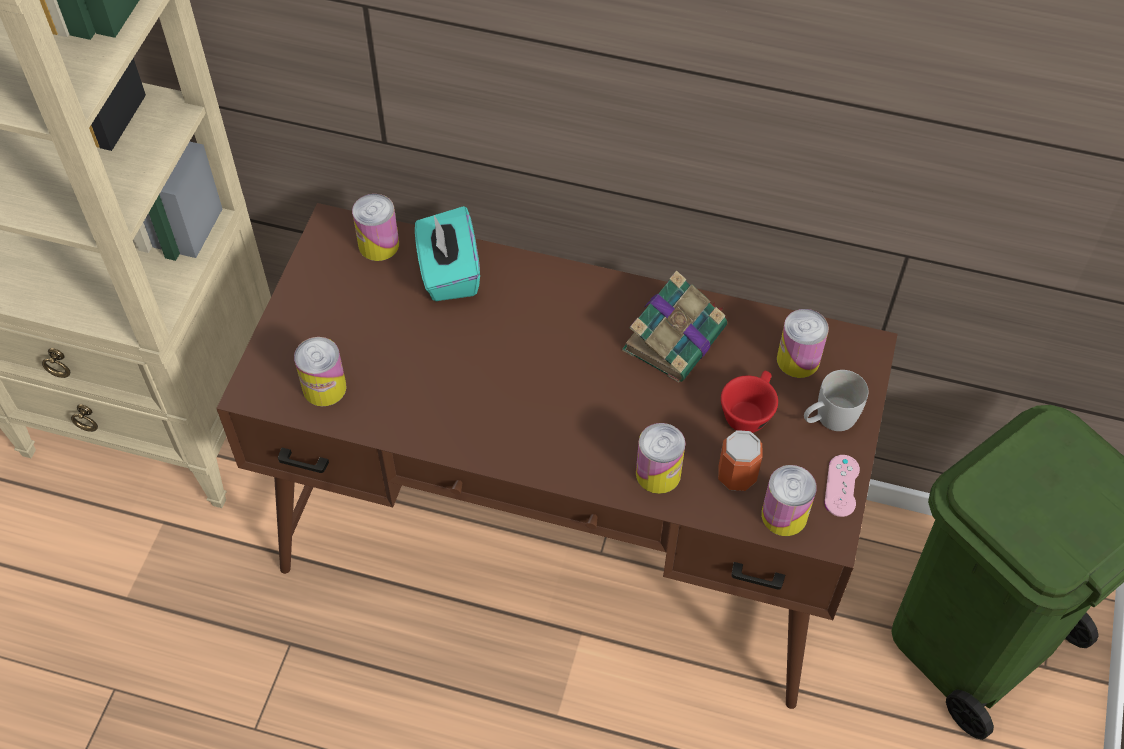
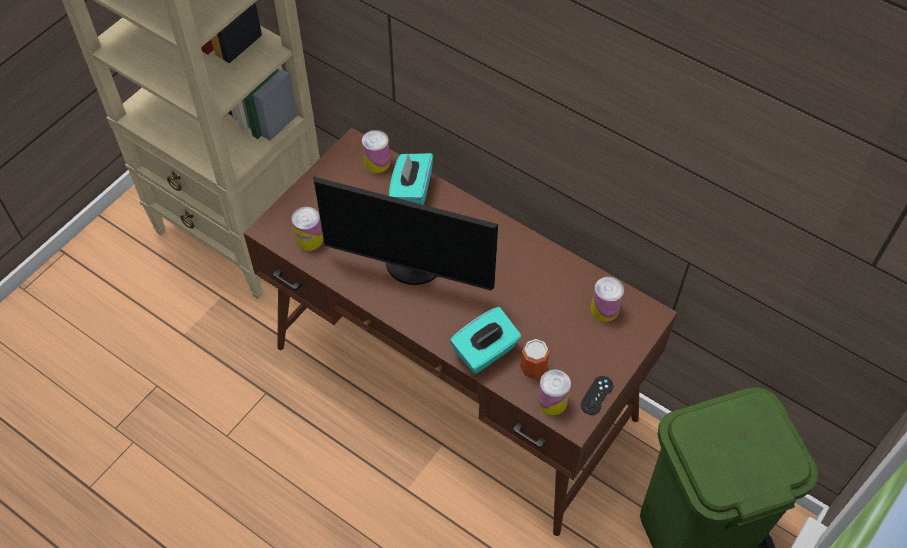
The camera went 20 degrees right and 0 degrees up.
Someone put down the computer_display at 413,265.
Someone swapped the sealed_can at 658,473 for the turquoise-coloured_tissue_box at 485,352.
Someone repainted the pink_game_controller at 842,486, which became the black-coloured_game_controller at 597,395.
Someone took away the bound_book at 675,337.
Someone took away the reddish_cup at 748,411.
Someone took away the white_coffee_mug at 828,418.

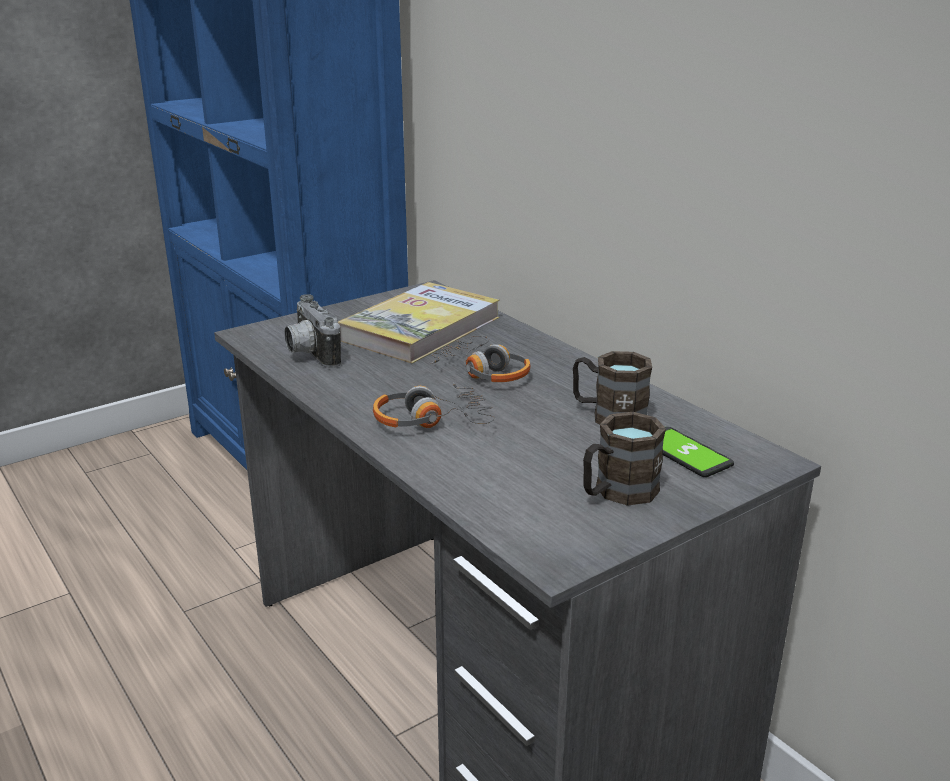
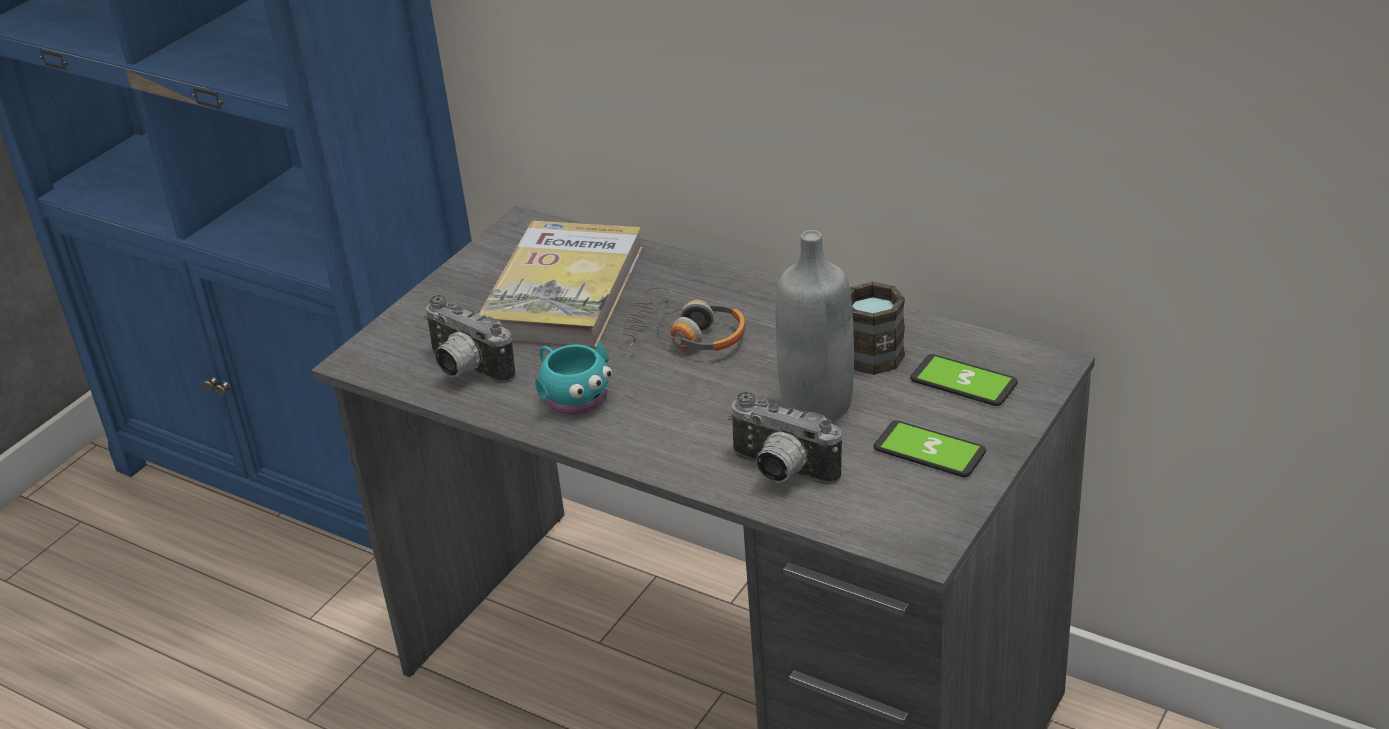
The camera went 20 degrees left and 10 degrees up.
Someone put down the turquoise-coloured_coffee_mug at 573,396.
Someone put down the photo_camera at 780,473.
Someone put down the greyish_drink_bottle at 817,406.
Someone swapped the brown-coloured_coffee_mug at 617,493 for the telephone at 929,451.
Someone took away the headset at 431,420.

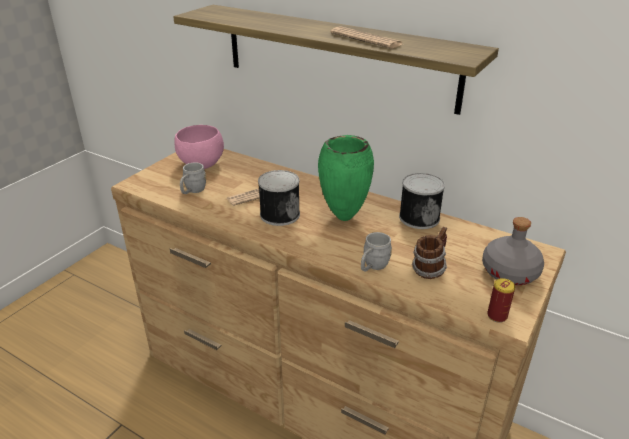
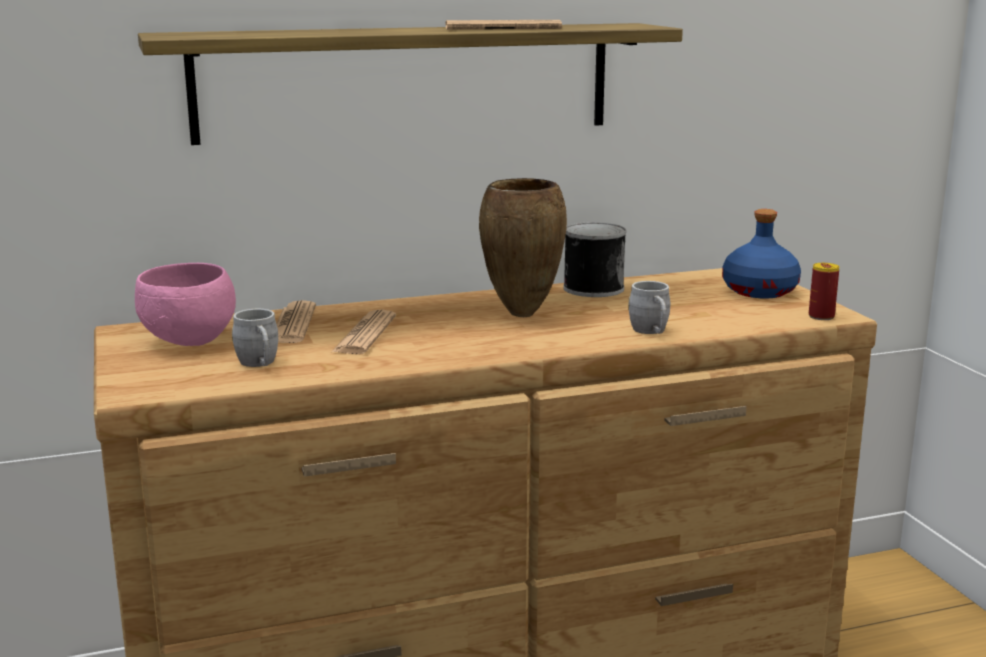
The camera went 50 degrees left and 15 degrees down.
Someone put down the newspaper at 293,324.
Someone repainted the green-coloured_decorative_vase at 343,217, which became the brown-coloured_decorative_vase at 520,314.
Someone repainted the greyish_drink_bottle at 510,273, which became the blue-coloured_drink_bottle at 760,291.
Someone took away the sealed_can at 279,214.
Someone took away the coffee_mug at 429,269.

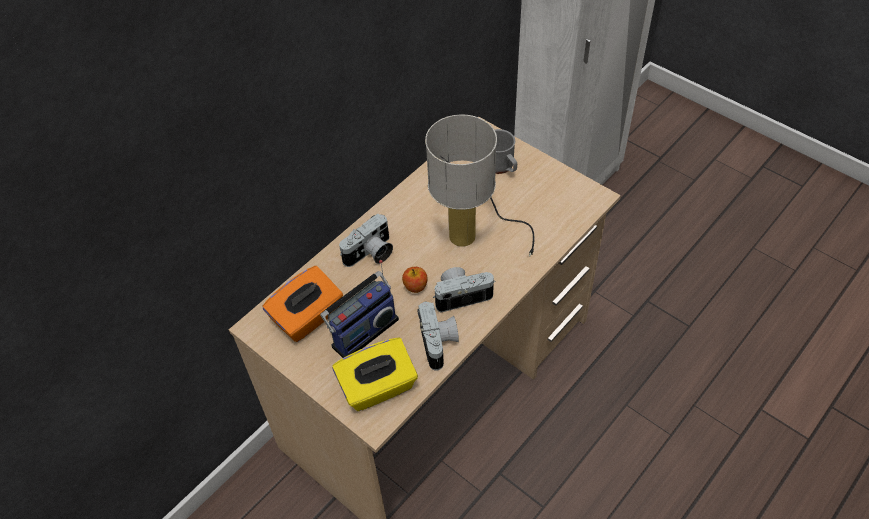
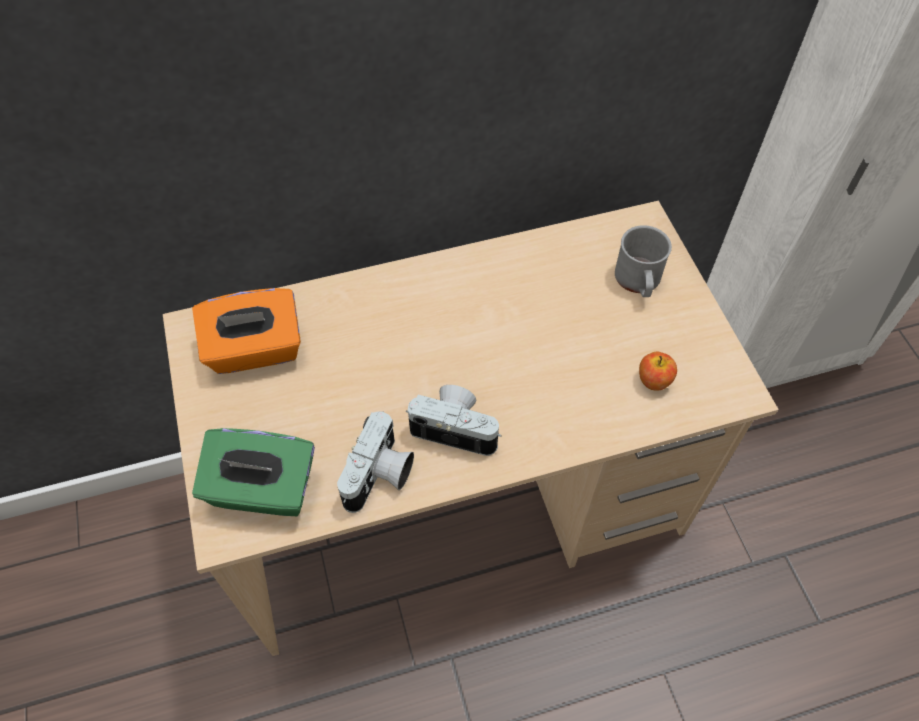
The camera went 30 degrees right and 5 degrees up.
Someone repainted the yellow-coloured_tissue_box at 378,388, which became the green-coloured_tissue_box at 262,490.
Someone carried the apple from 415,286 to 654,380.
Someone took away the radio_receiver at 362,331.
Someone took away the photo_camera at 371,254.
Someone took away the table_lamp at 470,223.

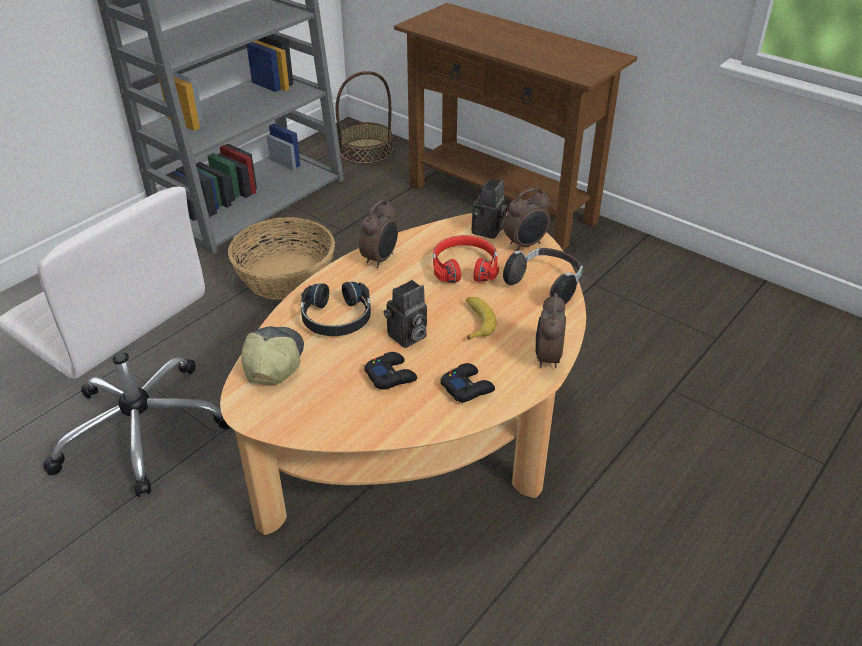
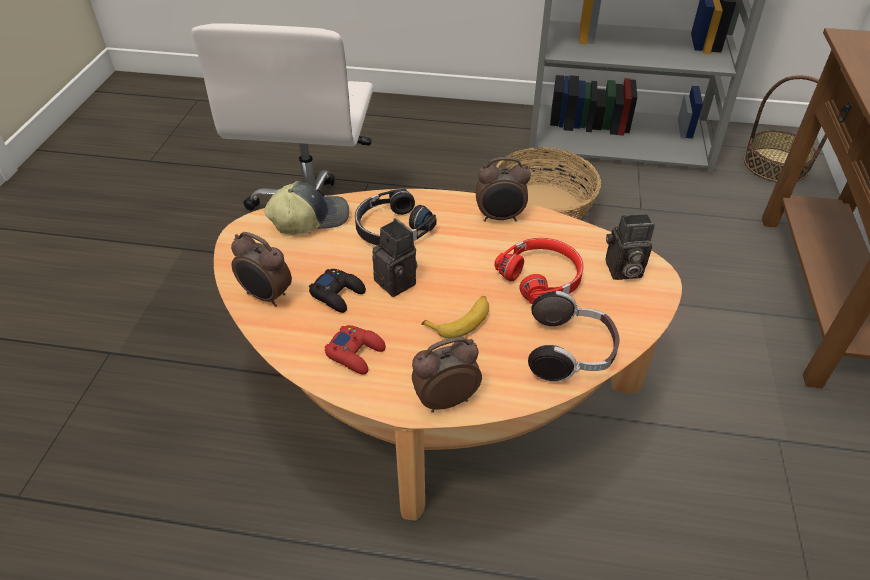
The camera went 60 degrees right and 5 degrees up.
Someone carried the bedside_clock from 526,245 to 266,296.
Someone repainted the black-coloured_game_controller at 467,387, which became the reddish_game_controller at 356,353.
Someone rotated the photo_camera at 407,337 by 150 degrees counterclockwise.

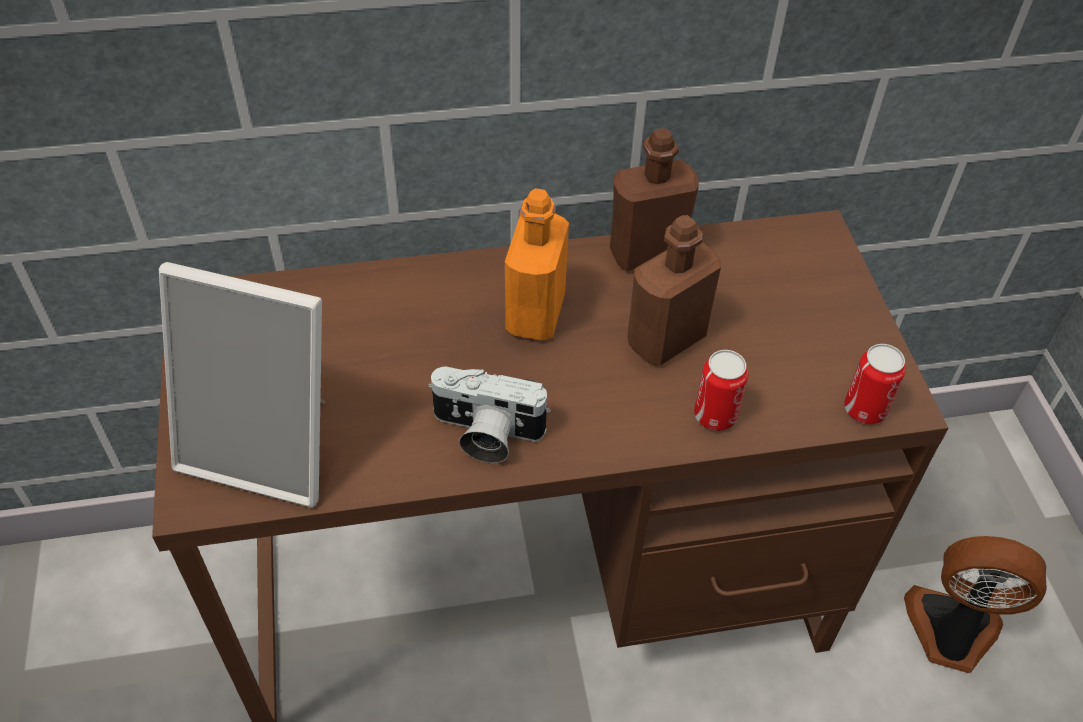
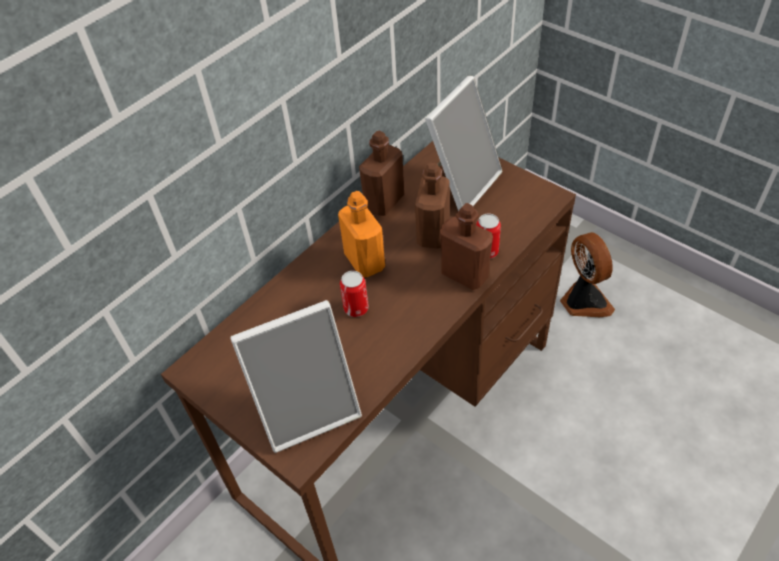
The camera went 35 degrees left and 0 degrees up.
Someone carried the sealed_can from 865,409 to 356,308.
Someone put down the standing_frame at 460,184.
Someone put down the brown-coloured_drink_bottle at 464,274.
Someone rotated the electric_fan at 951,632 by 90 degrees clockwise.
Someone took away the photo_camera at 485,434.

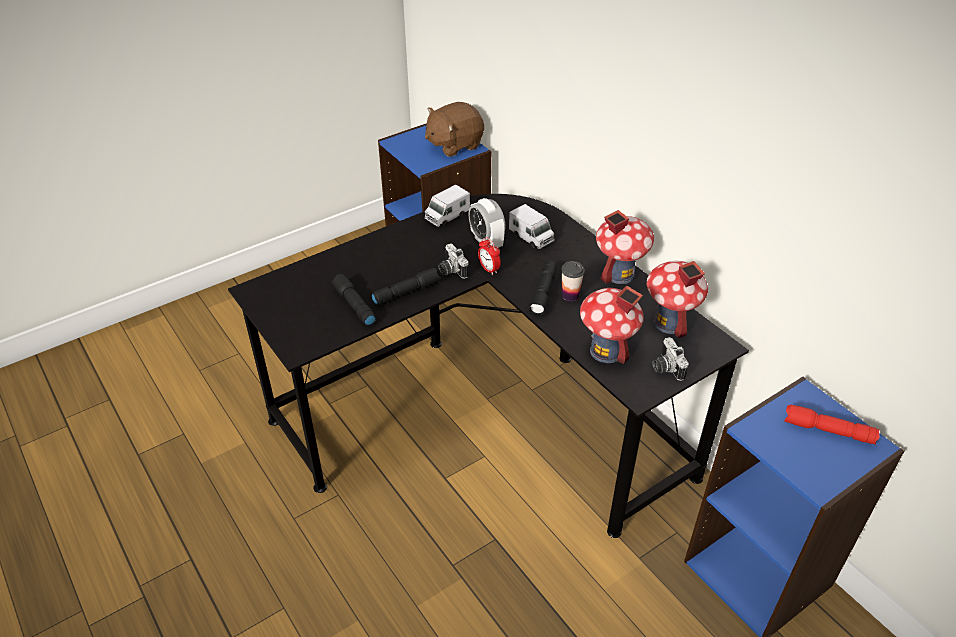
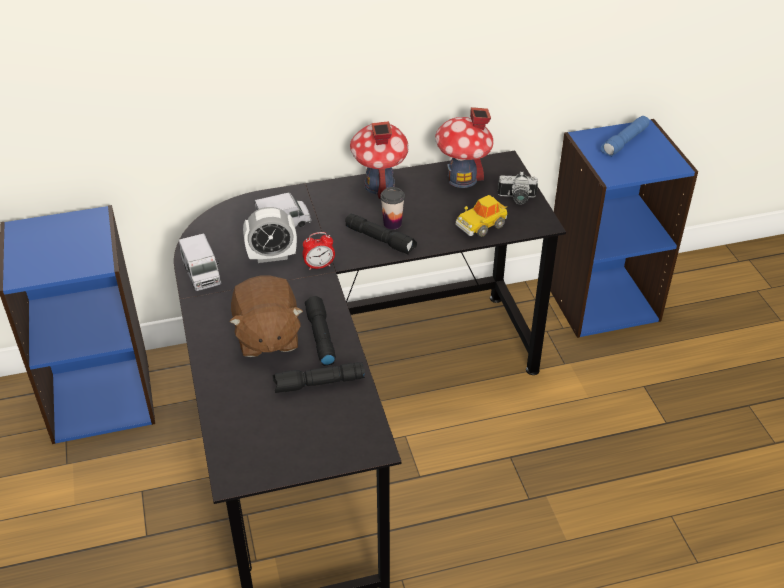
The camera went 70 degrees left and 0 degrees up.
Someone carried the brown-coloured_plush_toy from 454,145 to 267,336.
Someone swapped the model_house at 606,351 for the model_car at 481,225.
Someone repainted the reddish_hand_torch at 827,431, which became the blue-coloured_hand_torch at 625,142.
Someone took away the photo_camera at 450,270.

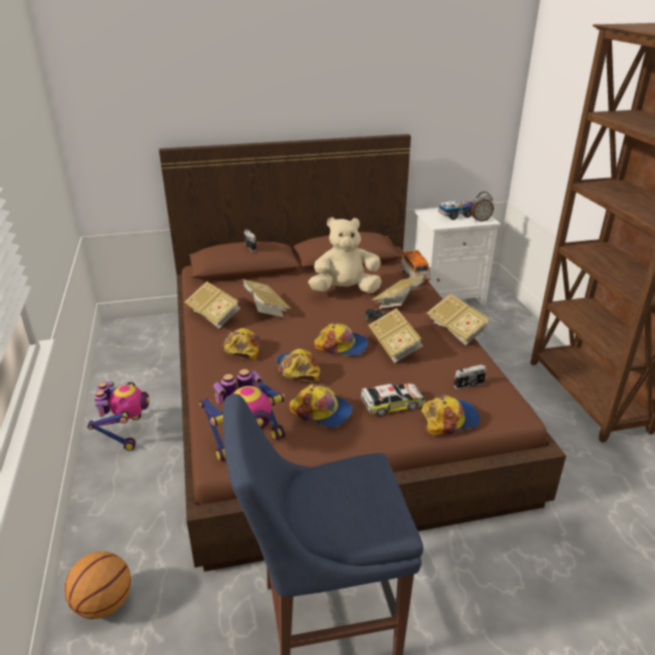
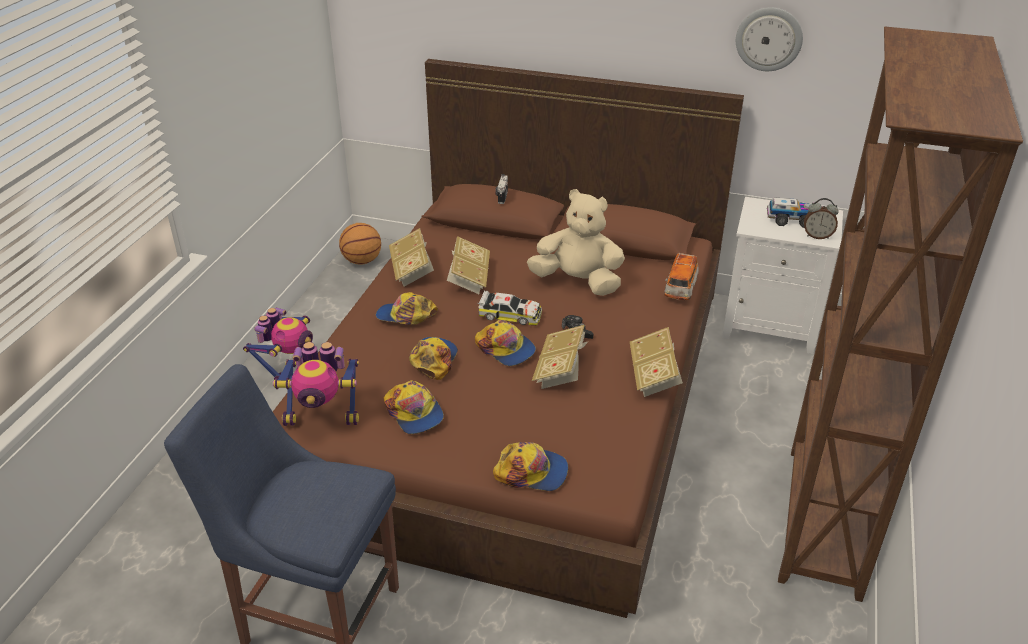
The camera went 30 degrees right and 5 degrees up.
Someone carried the basketball_ball from 104,603 to 362,261.
Someone rotated the cap at 242,348 by 105 degrees counterclockwise.
Someone carried the model_car from 392,404 to 510,315.
Someone put up the clock_on_the_wall at 769,39.
Someone took away the bound_book at 399,302.
Someone took away the photo_camera at 469,385.

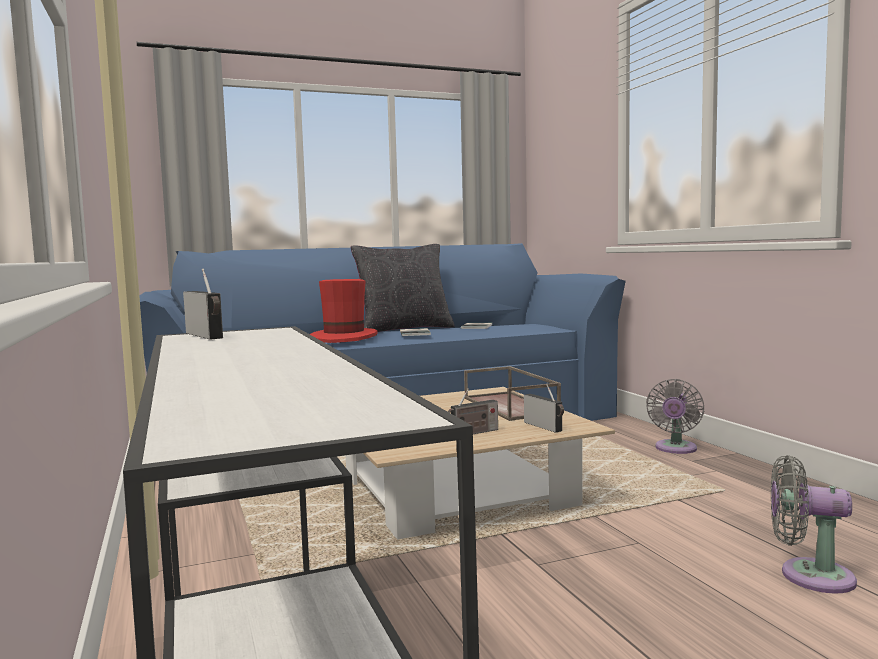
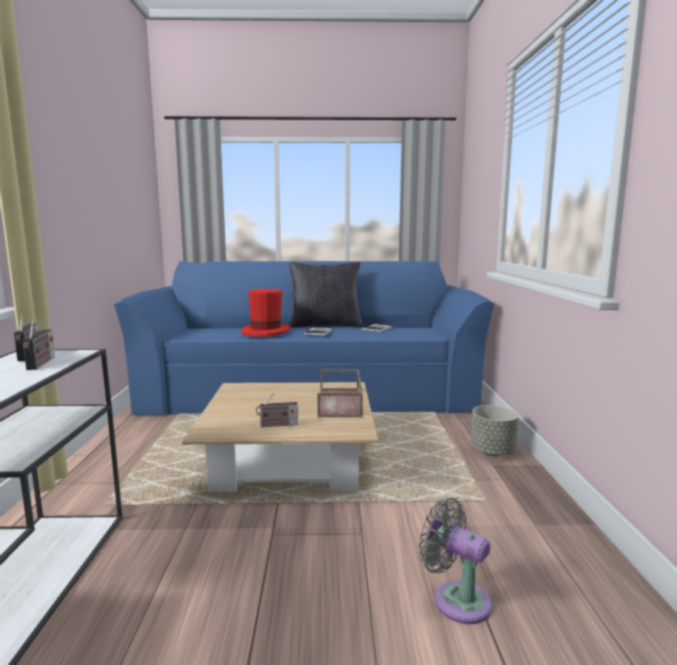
The camera went 20 degrees right and 5 degrees up.
Someone carried the radio_receiver from 545,427 to 41,363.
Someone swapped the greyish_electric_fan at 675,449 for the greyish_flower_pot at 493,452.

